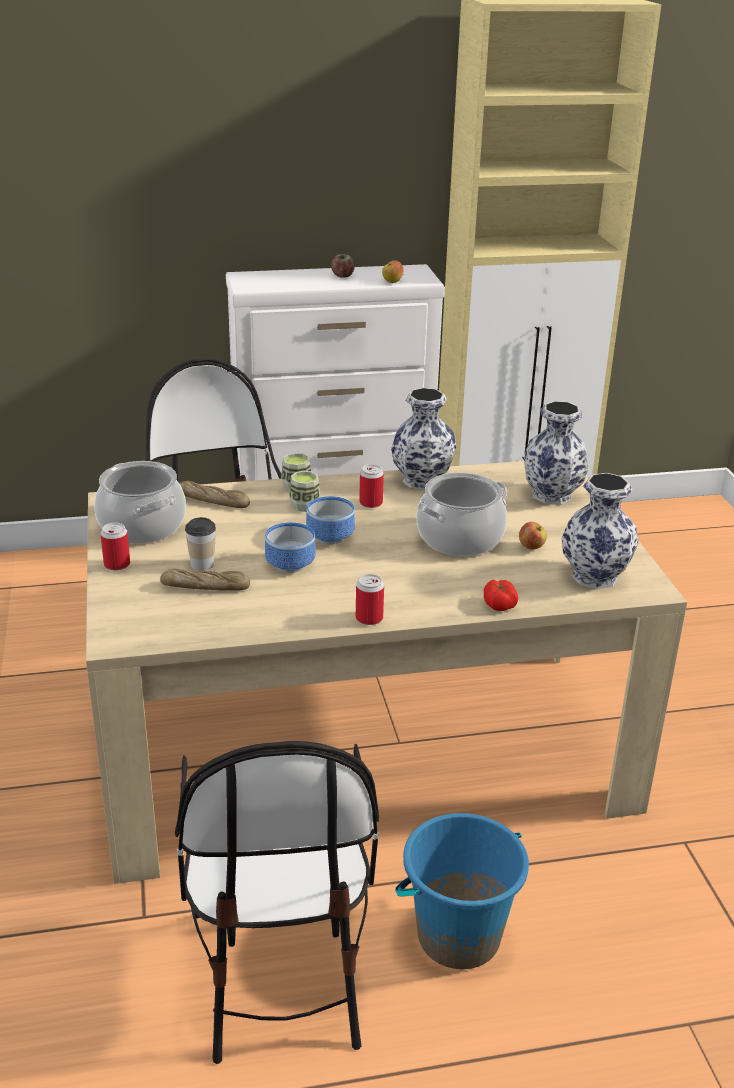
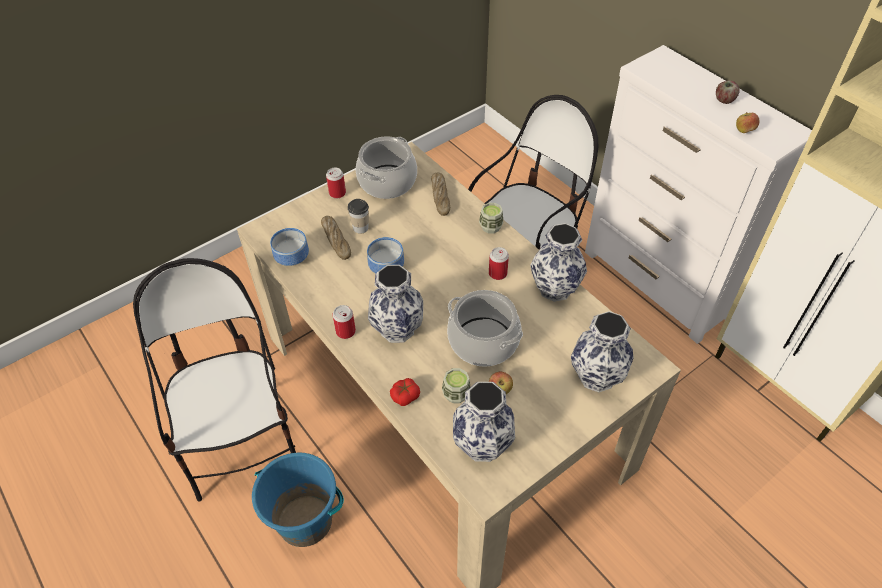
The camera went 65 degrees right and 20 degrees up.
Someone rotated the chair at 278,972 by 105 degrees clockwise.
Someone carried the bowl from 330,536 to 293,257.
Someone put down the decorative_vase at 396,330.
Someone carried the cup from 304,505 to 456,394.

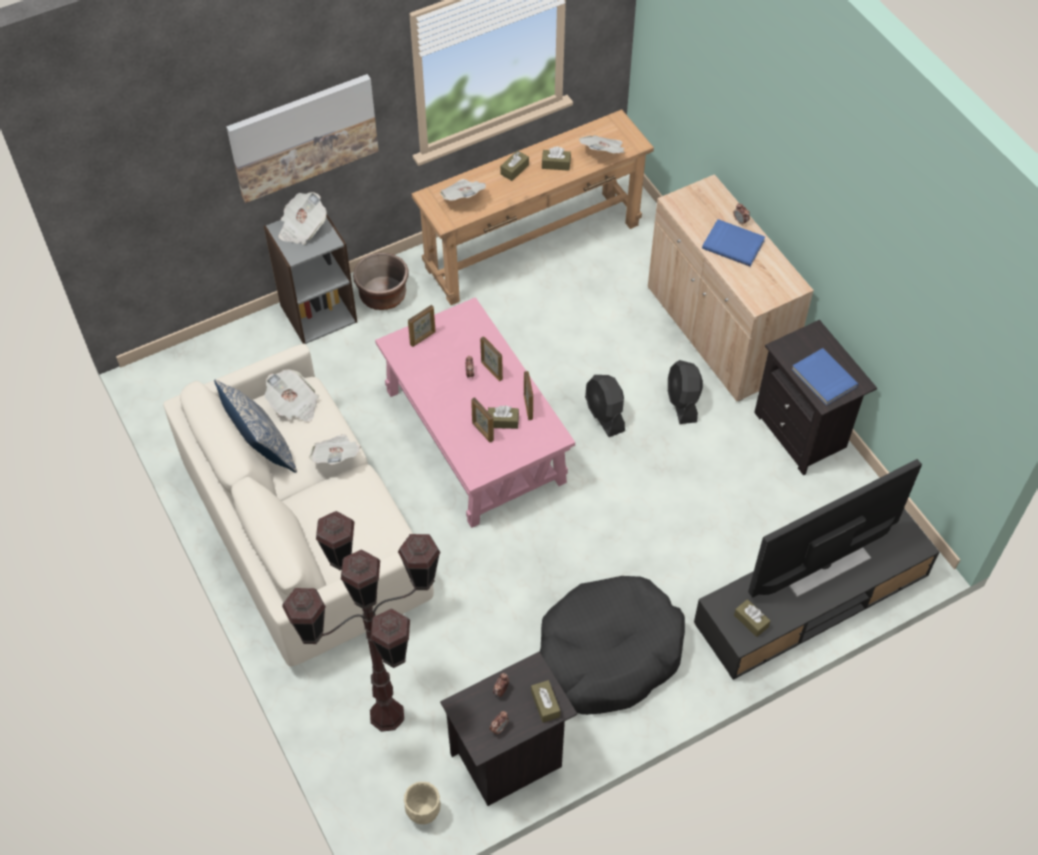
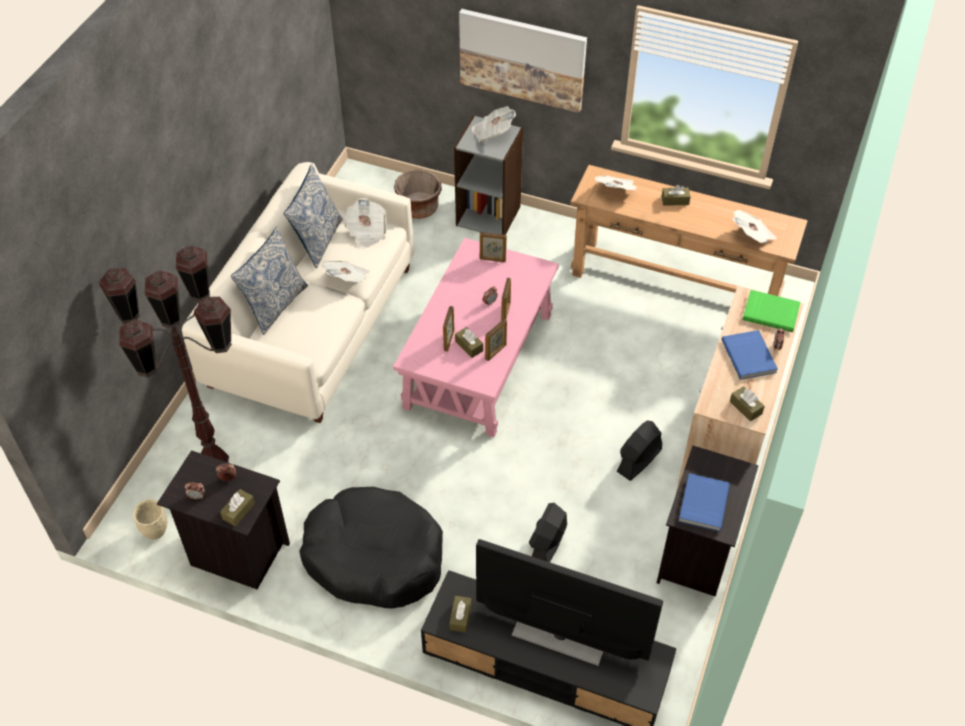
The camera went 50 degrees right and 5 degrees down.
Someone put down the pillow at 275,305.
Someone carried the brown-coloured_flower_pot from 383,296 to 418,208.
Someone carried the black-coloured_electric_fan from 604,415 to 547,544.
Someone carried the brown-coloured_tissue_box from 556,164 to 745,407.
Someone put down the green-coloured_bound_book at 771,312.

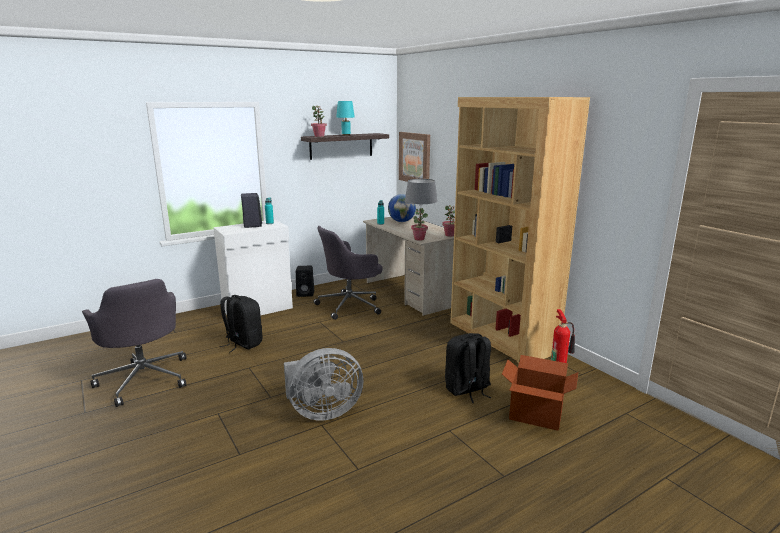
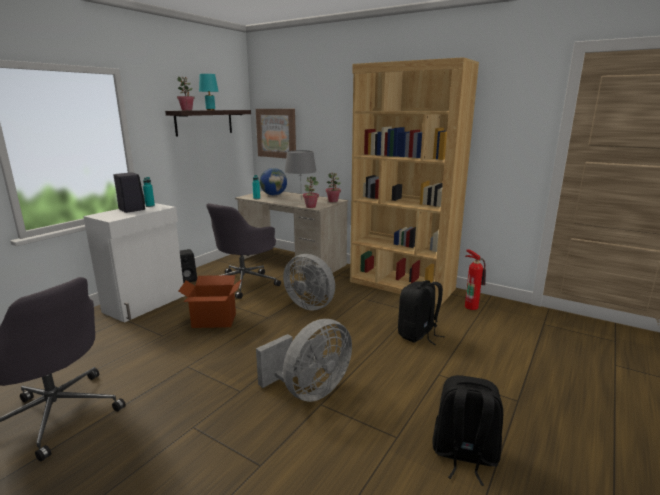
The camera went 25 degrees left and 0 degrees up.
Someone carried the carton from 535,416 to 214,321.
Someone put down the greyish_electric_fan at 311,305.
Someone carried the black-coloured_knapsack from 243,343 to 464,455.

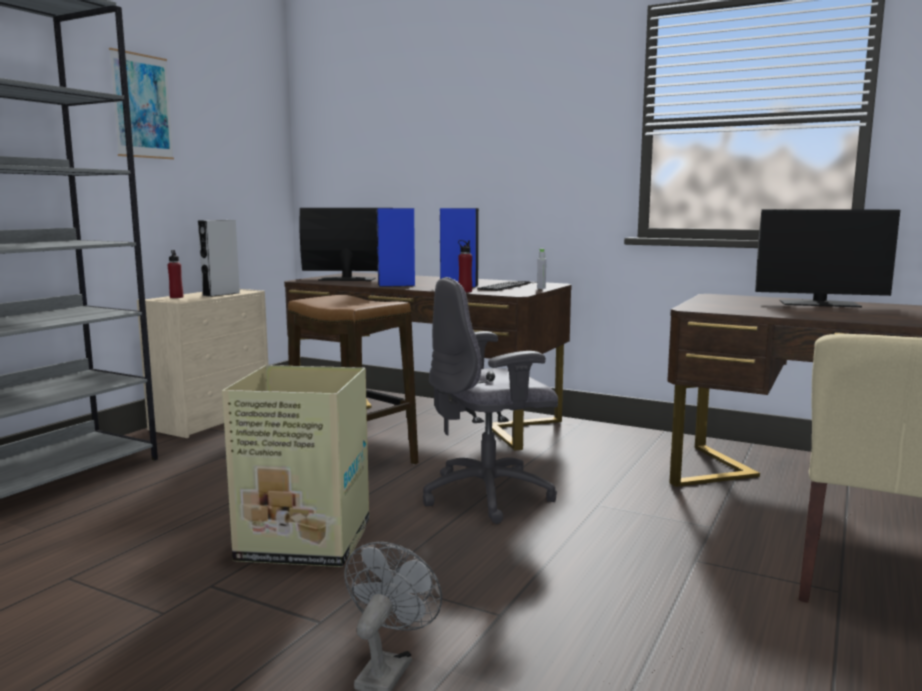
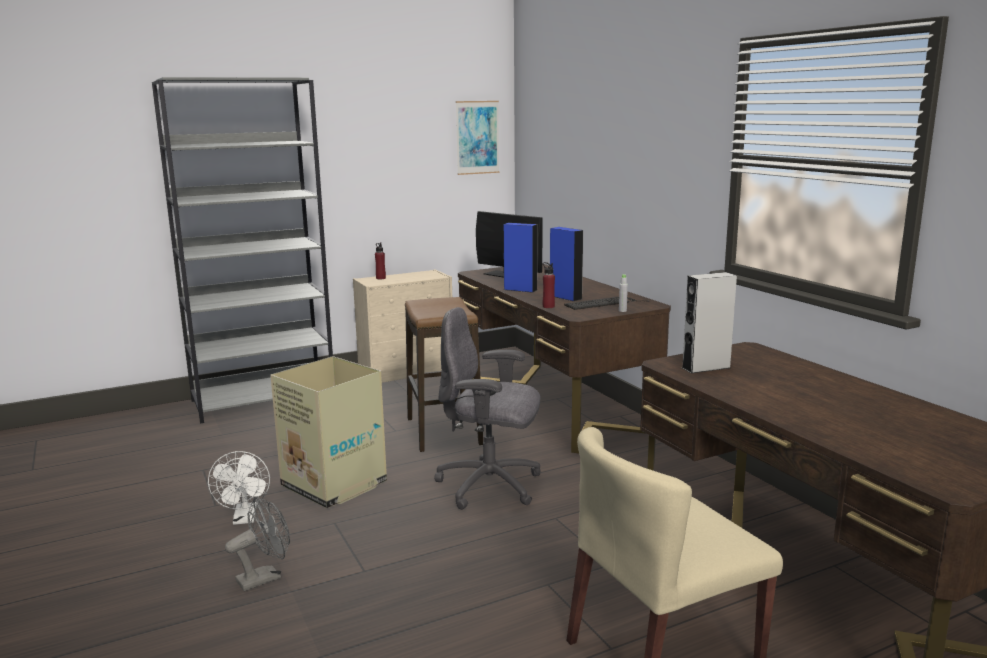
The camera went 35 degrees right and 5 degrees up.
Someone put down the white_electric_fan at 245,519.
Someone carried the wall_picture from 142,106 to 477,137.
Someone carried the greyish_audio_speaker from 221,294 to 706,368.
Someone took away the computer_display at 819,304.

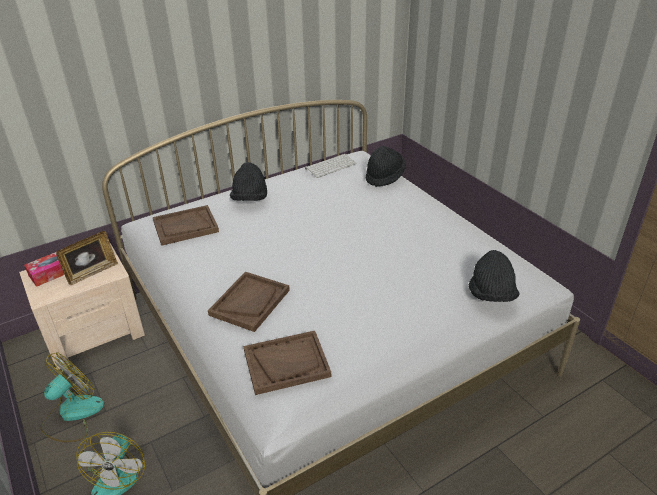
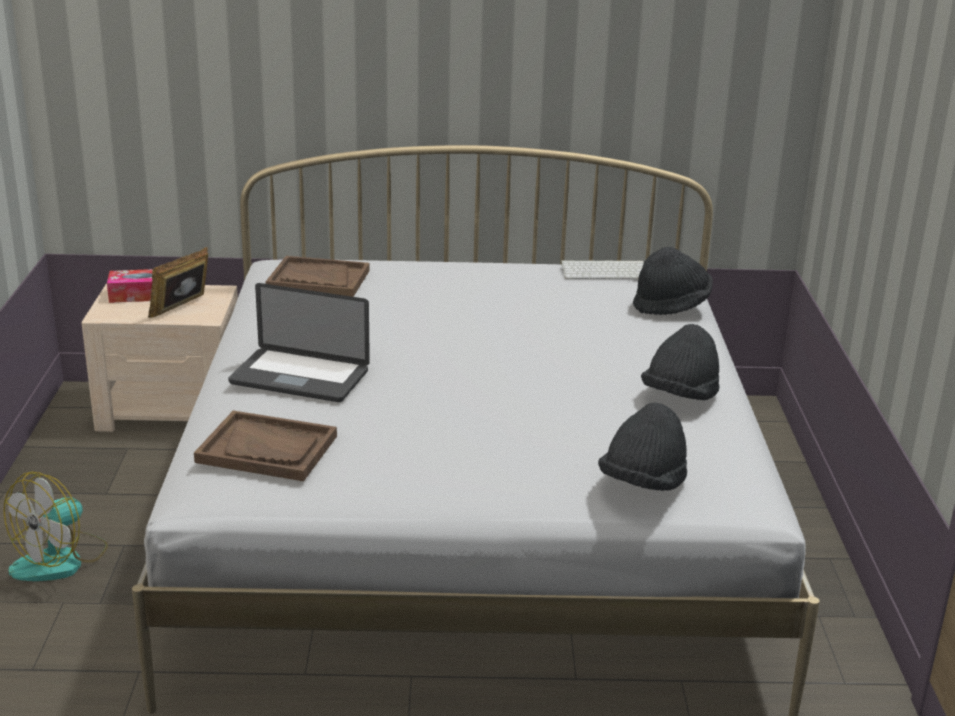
The camera went 30 degrees right and 10 degrees down.
Someone rotated the standing_frame at 92,272 by 135 degrees clockwise.
Someone swapped the brown-coloured_carrying_tray at 250,302 for the notebook_computer at 299,377.
Someone carried the black-coloured_hat from 250,199 to 680,396.
Someone took away the electric_fan at 72,414.

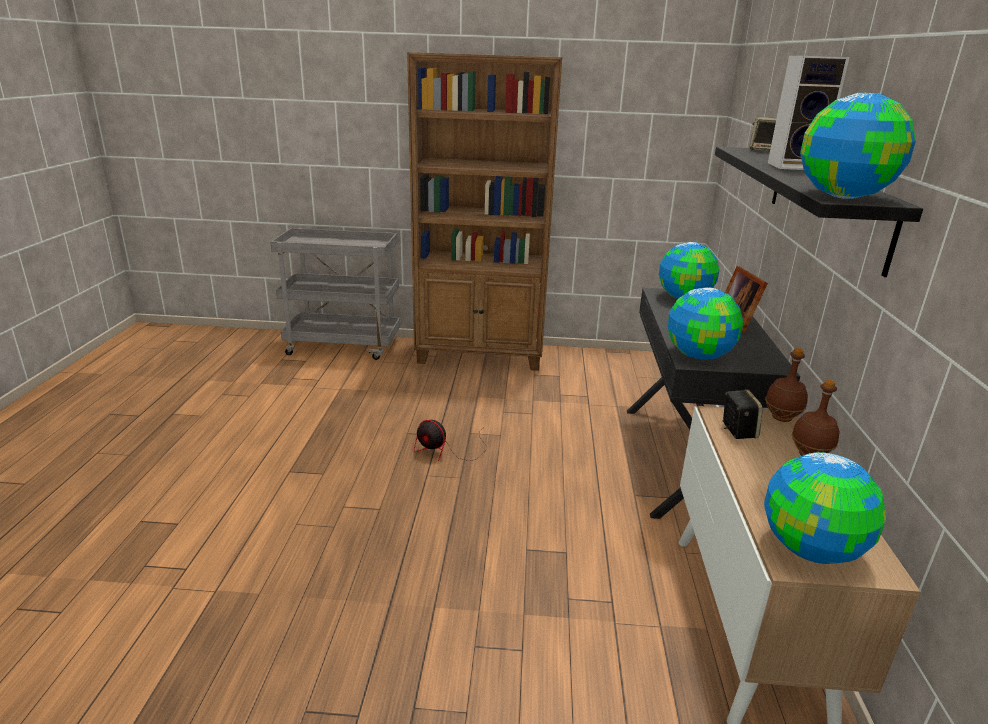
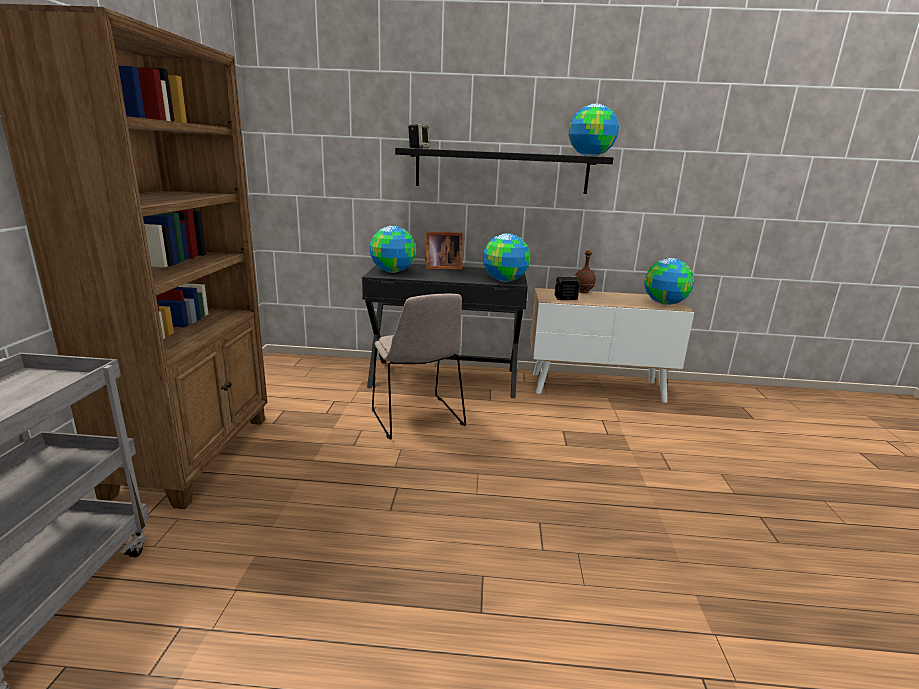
The camera went 90 degrees left and 5 degrees down.
Someone put down the sand-coloured_chair at 417,419.
Someone took away the electric_fan at 447,451.
Someone took away the brown-coloured_drink_bottle at 781,418.
Someone took away the audio_speaker at 796,166.

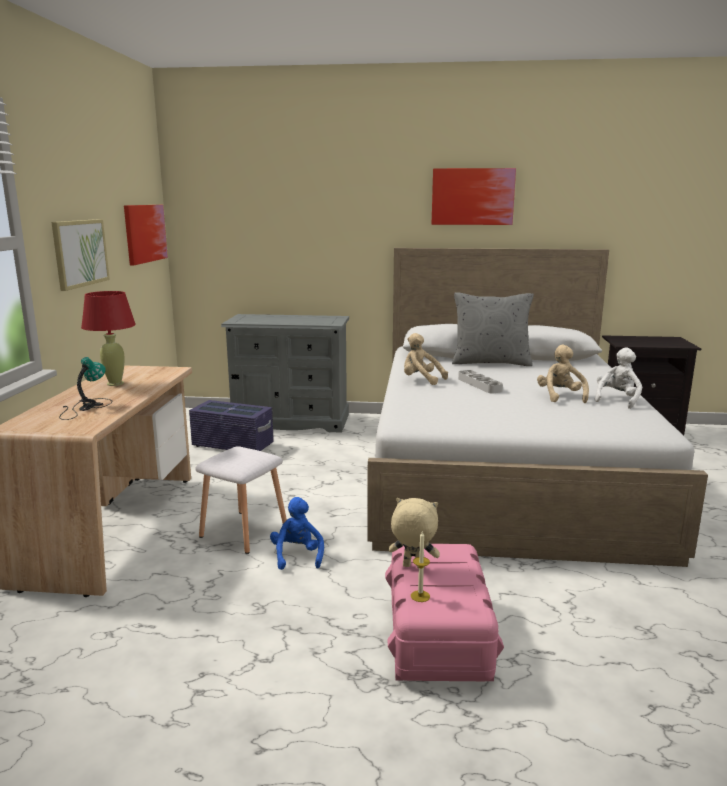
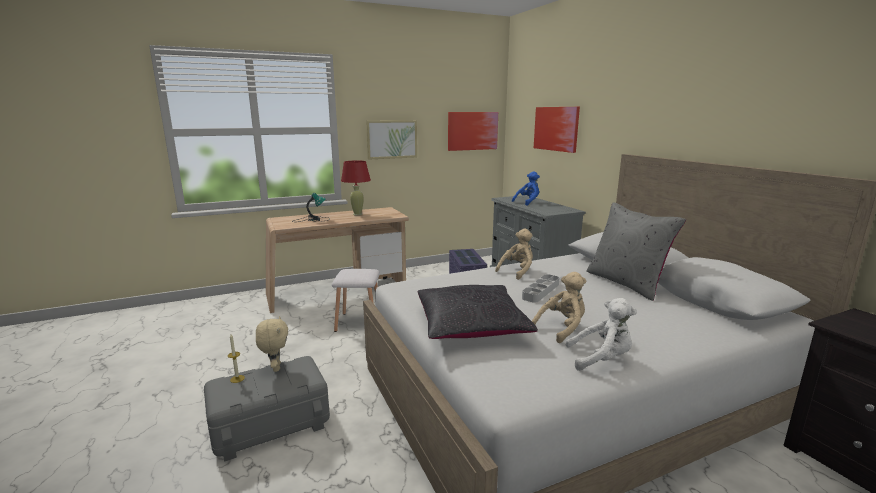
The camera went 60 degrees right and 0 degrees up.
Someone repainted the pink_storage_box at 437,636, which became the greyish_storage_box at 270,423.
Someone put down the black-coloured_pillow at 471,326.
Someone rotated the sand-coloured_plush_toy at 421,380 by 45 degrees clockwise.
Someone carried the blue-coloured_plush_toy from 297,556 to 528,202.
Someone carried the wall_picture from 472,196 to 556,128.

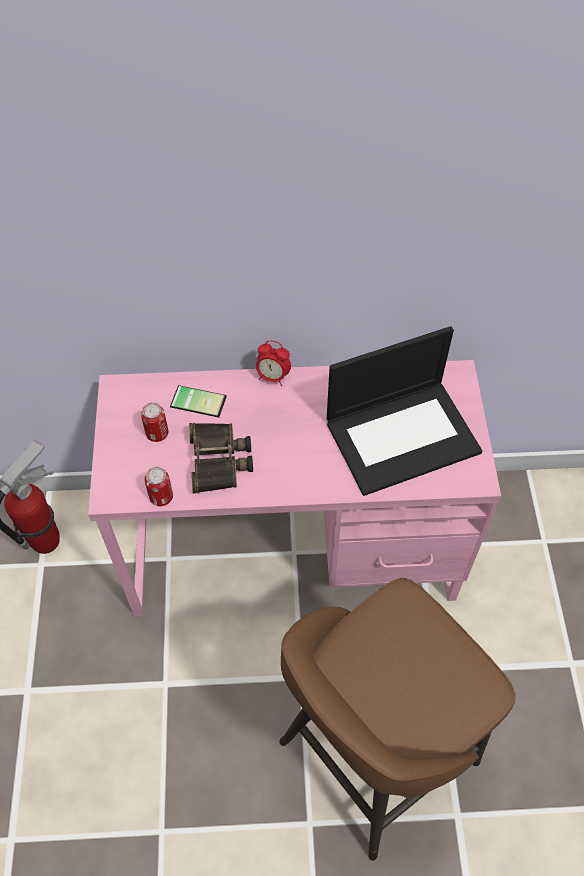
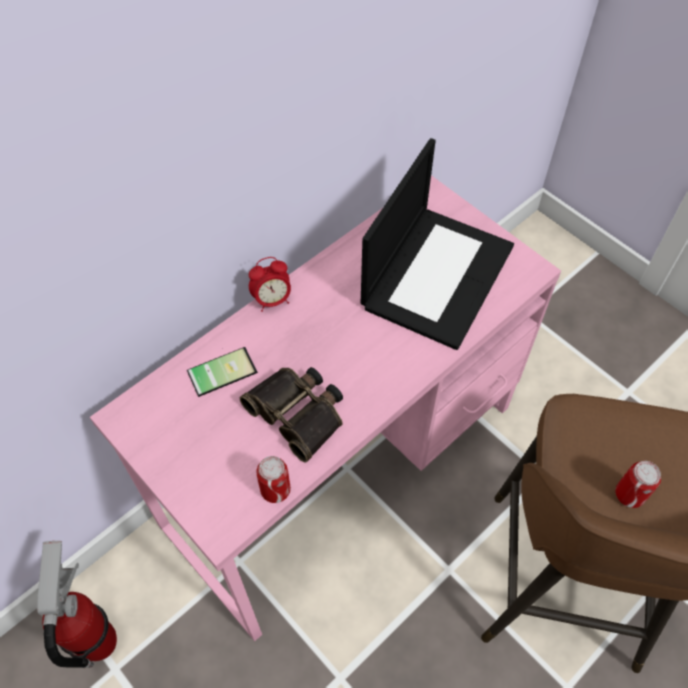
The camera went 40 degrees left and 0 degrees up.
Someone carried the sealed_can from 157,433 to 629,494.

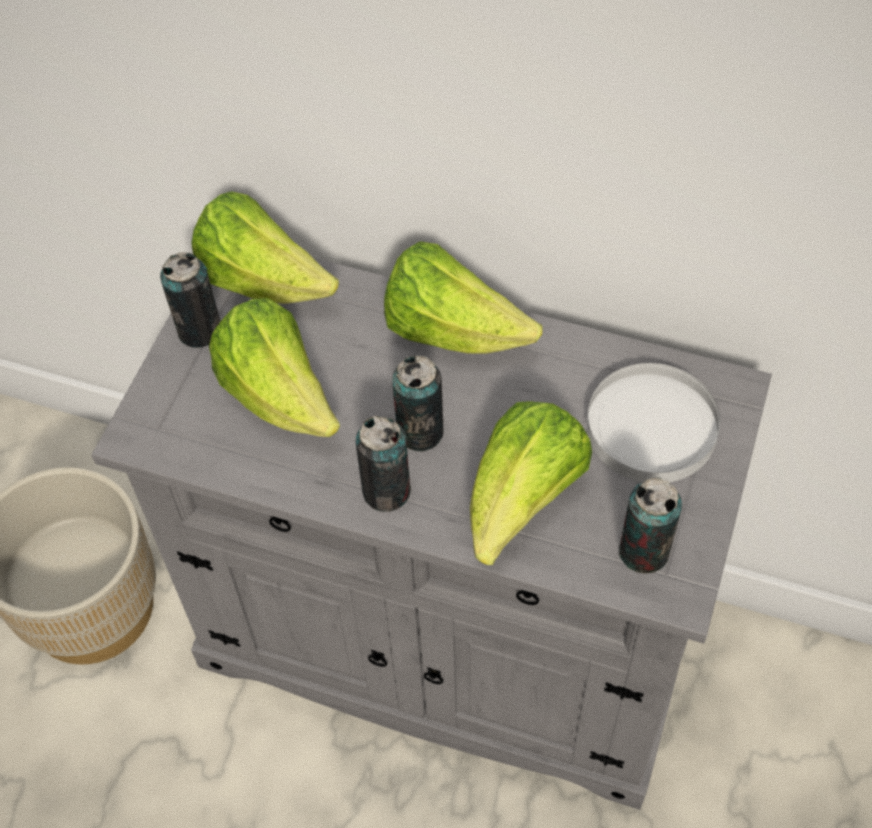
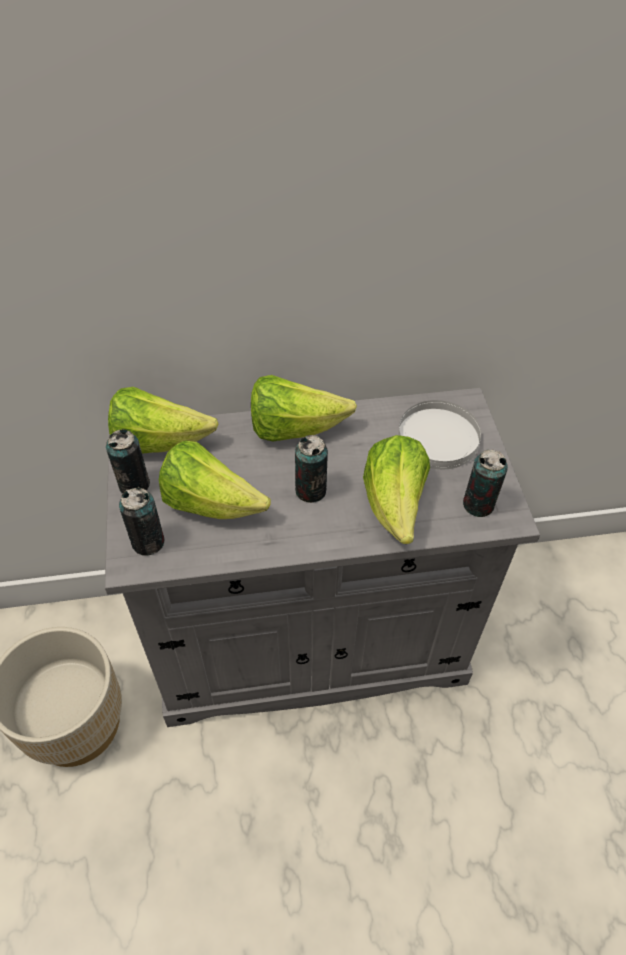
The camera went 30 degrees left and 5 degrees down.
Someone carried the sealed_can from 386,491 to 148,542.

